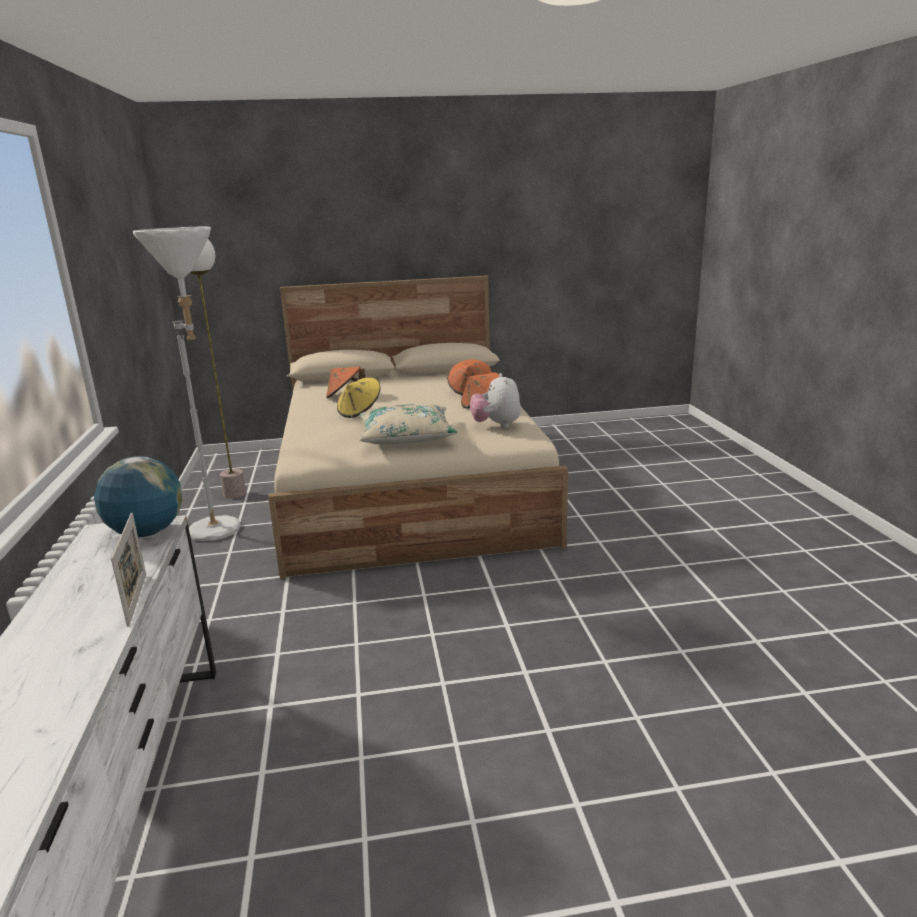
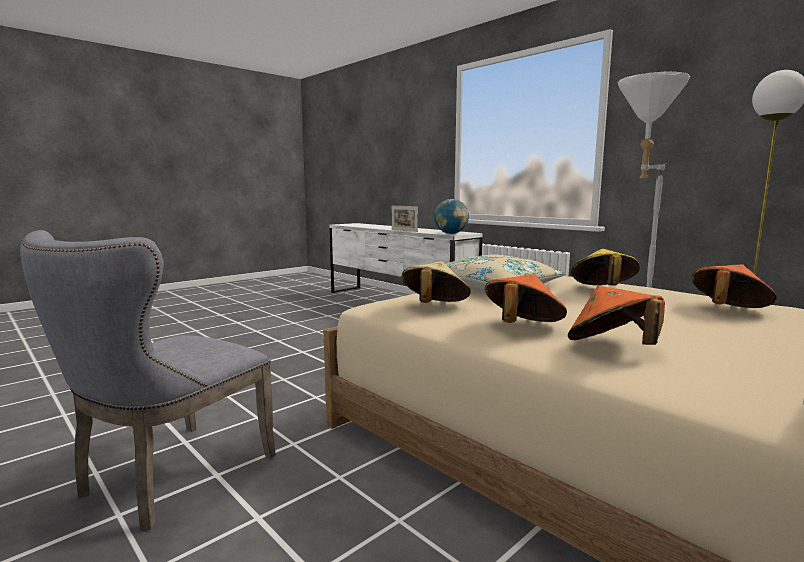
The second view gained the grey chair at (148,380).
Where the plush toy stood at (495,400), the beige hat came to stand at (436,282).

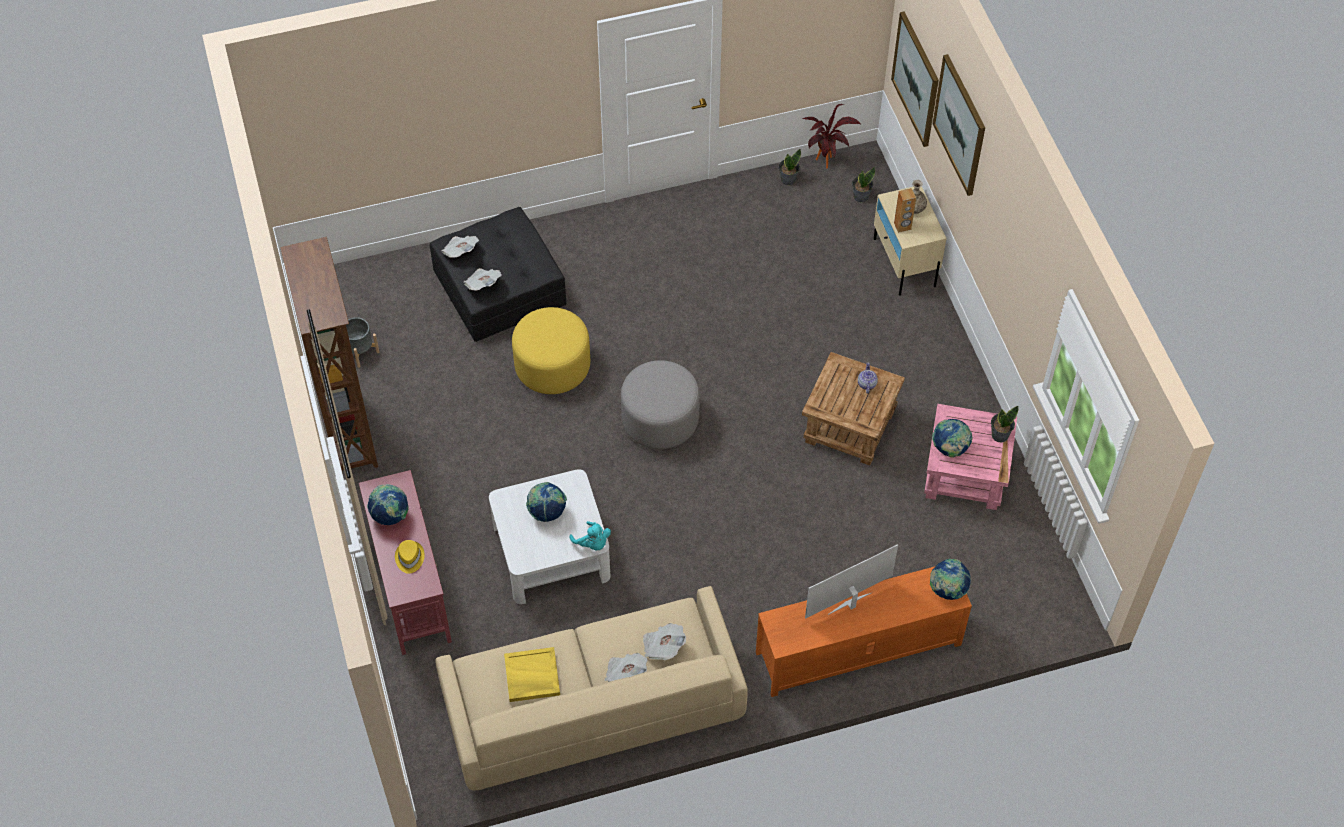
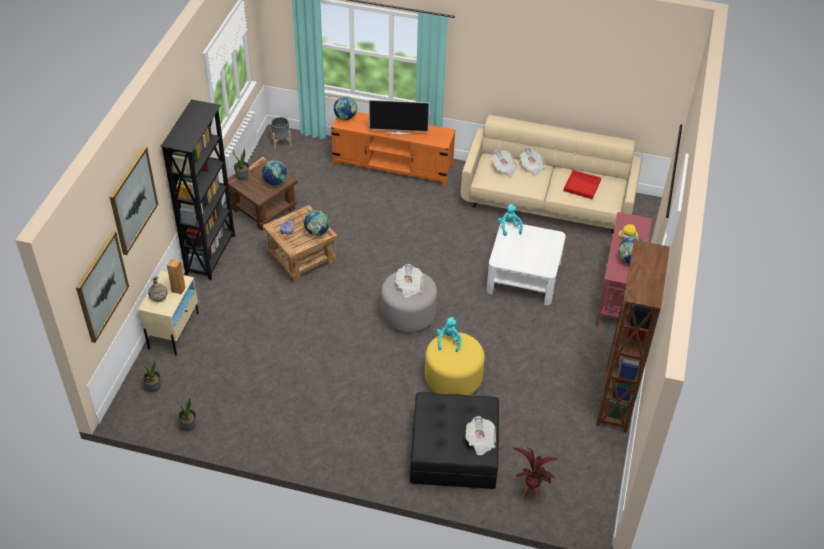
The second view gained the black bookcase at (197,189).
The second view gained the turquoise plush toy at (449,334).
The grey planter ended up elsewhere, having gone from (362,342) to (280,133).
The newspaper ended up elsewhere, having gone from (483,279) to (409,281).
The globe ended up elsewhere, having gone from (546,502) to (317,223).
The potted plant ended up elsewhere, having gone from (832,136) to (536,473).
What was the yellow tray at (532,674) turned into the red tray at (582,184).
What was the pink side table at (970,457) turned into the brown side table at (263,194).

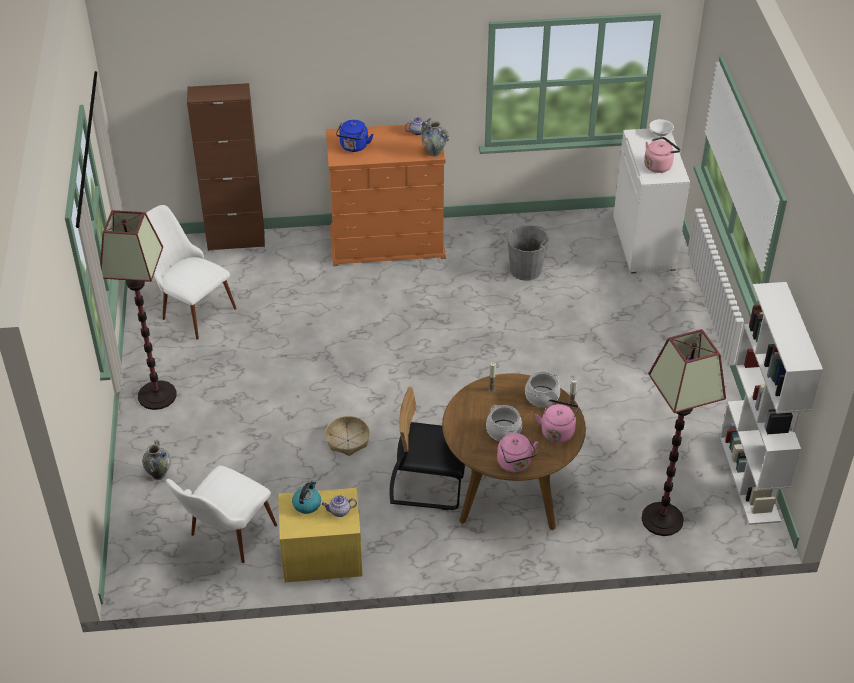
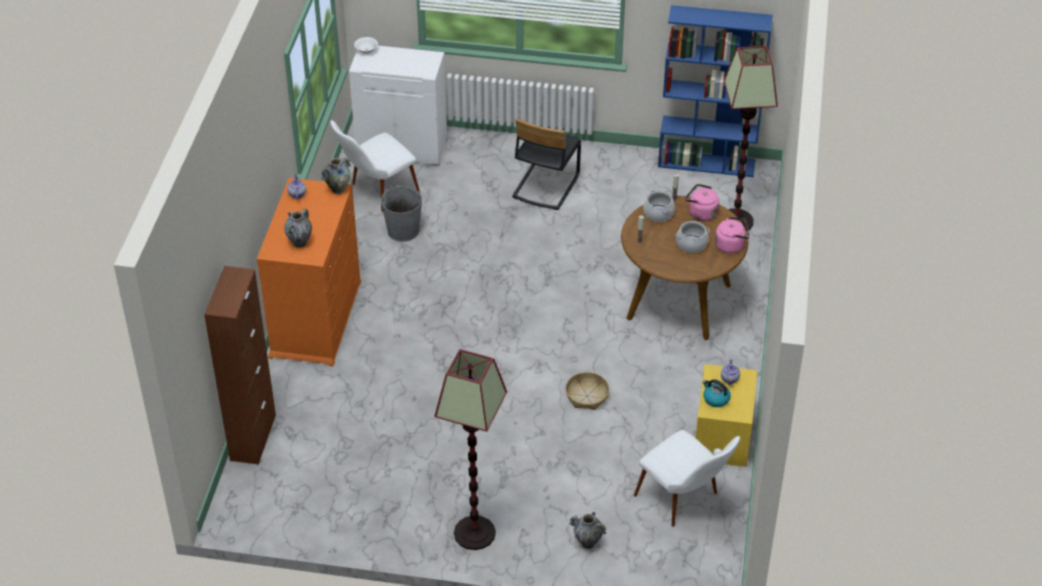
The second view lost the pink kettle at (662,155).
The white chair ended up elsewhere, having gone from (191,272) to (375,166).
The black chair ended up elsewhere, having gone from (427,448) to (546,164).
Where the blue kettle stood at (354,136), the vase came to stand at (298,228).
What was the white bookcase at (771,403) turned into the blue bookcase at (715,91).

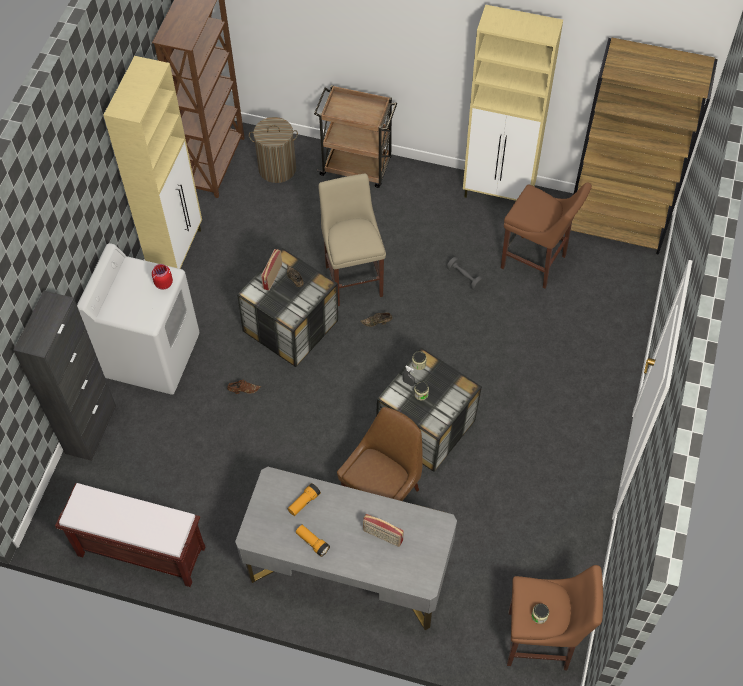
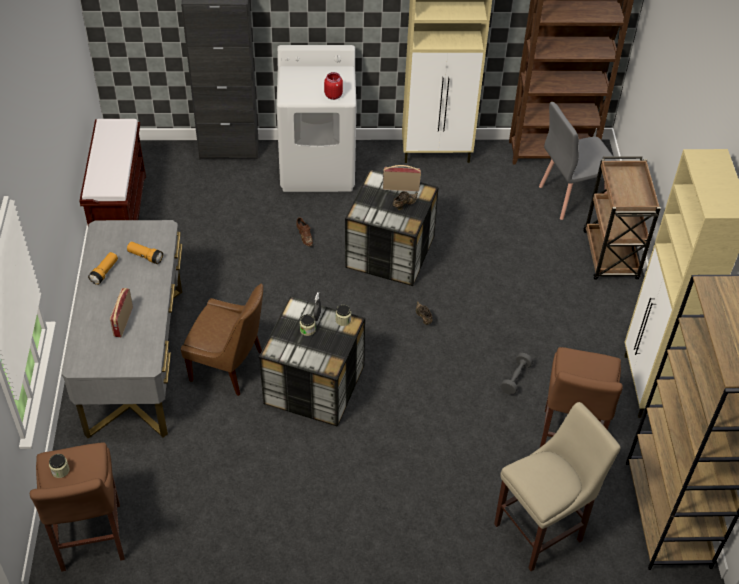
The beige stool ended up elsewhere, having gone from (352,240) to (557,486).
Where the laundry basket stood at (273,150), the grey chair came to stand at (577,161).

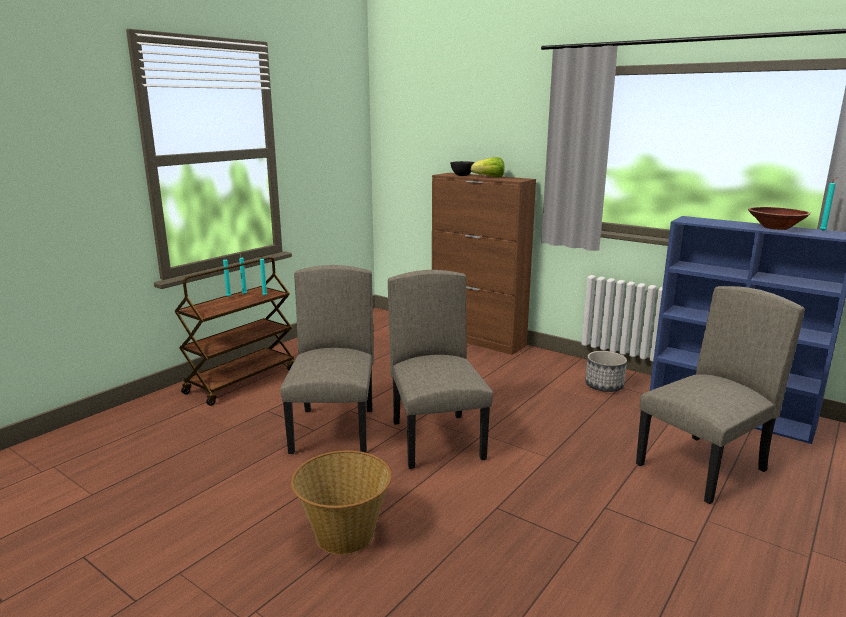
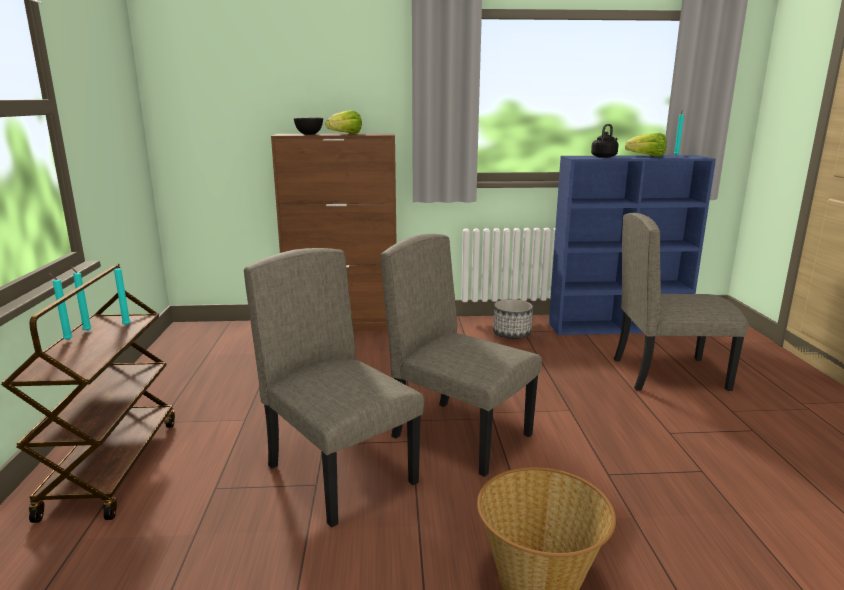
The second view gained the black kettle at (604,141).
Where the brown bowl stood at (779,218), the lettuce came to stand at (646,145).
The beige chair at (720,395) ended up facing another way, 105 degrees counterclockwise from before.

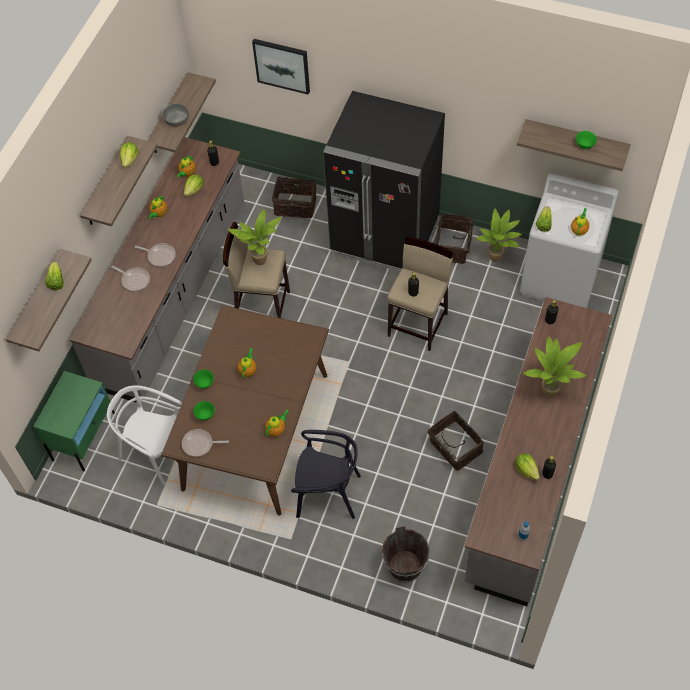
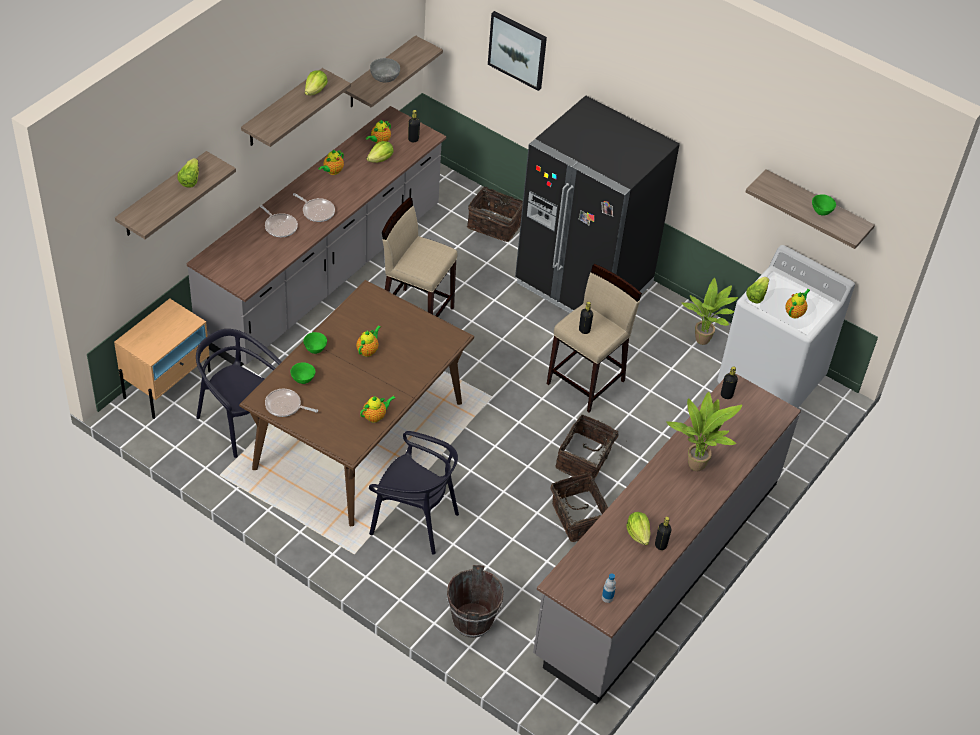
The second view lost the potted plant at (254,237).
The basket ended up elsewhere, having gone from (458,238) to (588,446).
What was the green nightstand at (74,421) turned into the beige nightstand at (162,359).
What was the white chair at (144,435) turned into the black chair at (239,393).

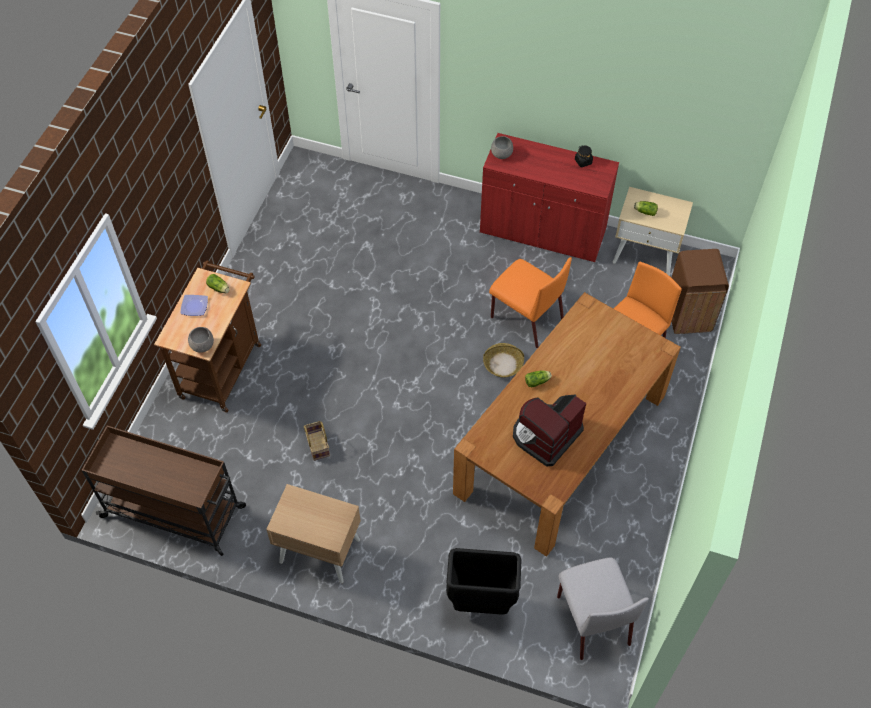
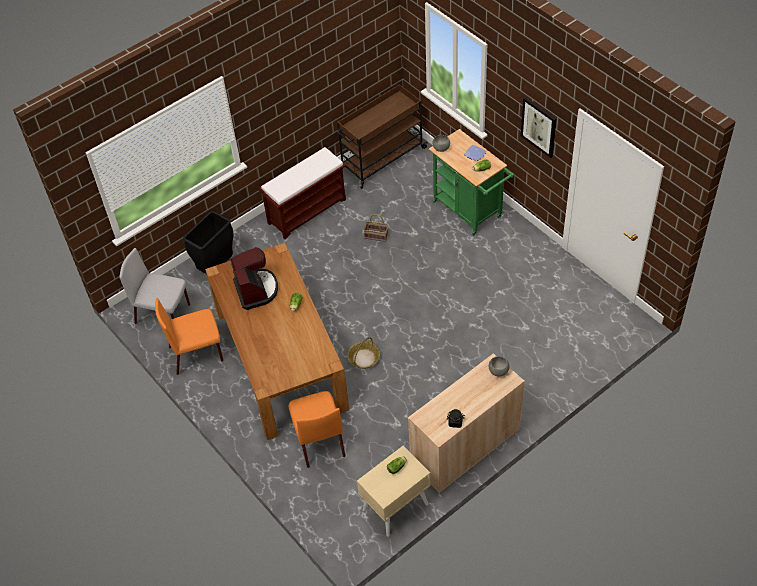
The second view lost the brown trash can at (700,291).
The second view gained the picture at (538,127).
The orange chair ended up elsewhere, having gone from (530,302) to (189,336).
Where the beige nightstand stood at (313,533), the brown bench came to stand at (302,193).
What was the brown cart at (207,336) turned into the green cart at (471,182).
What was the red cabinet at (549,197) turned into the beige cabinet at (466,423).

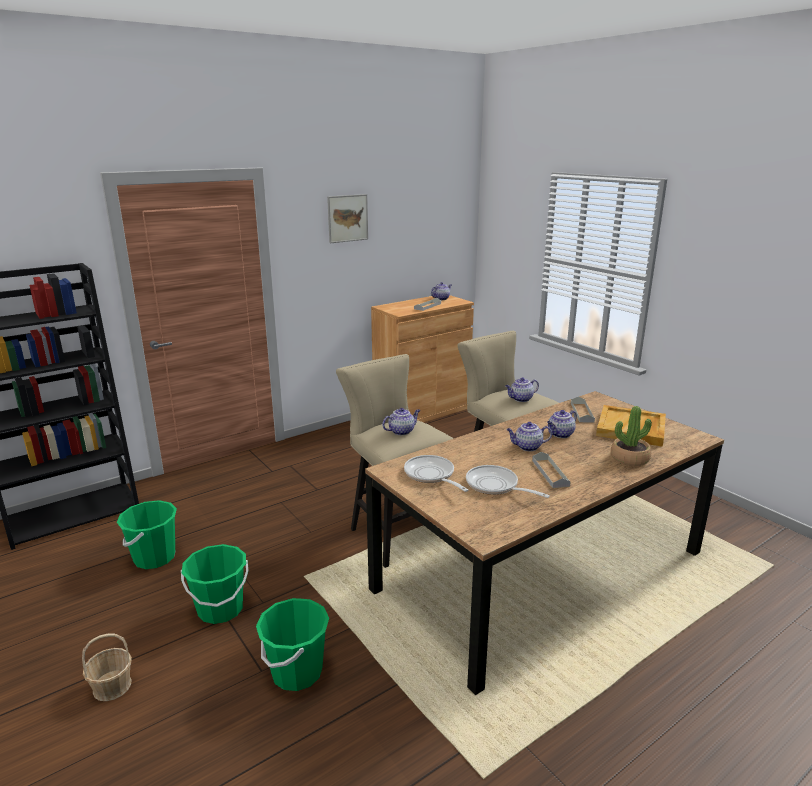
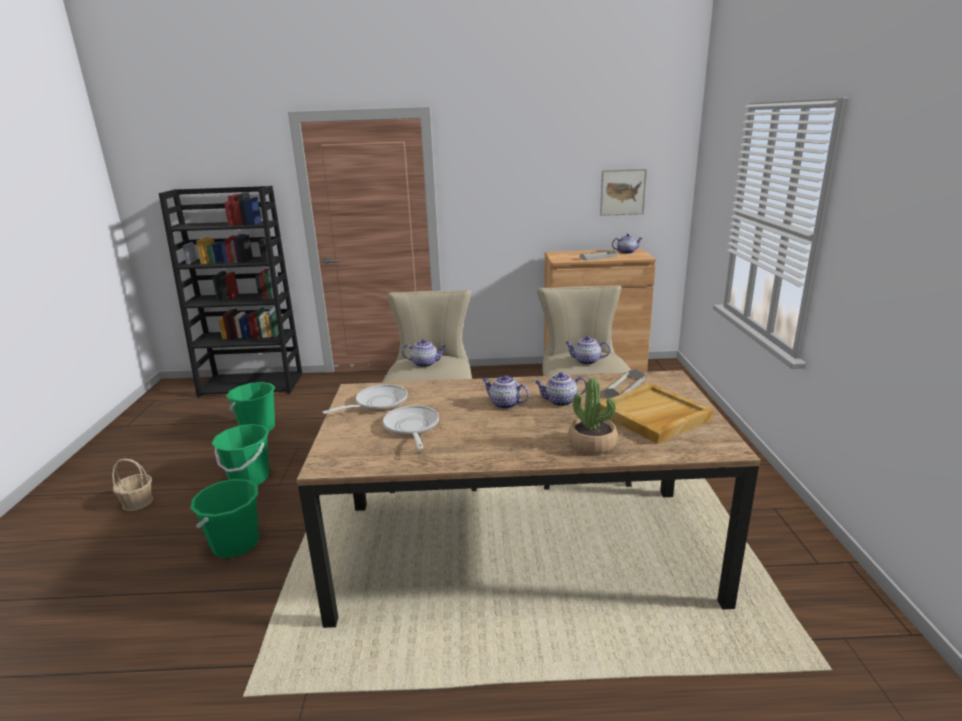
The second view lost the grey tray at (551,470).
The picture ended up elsewhere, having gone from (347,218) to (623,192).
The frying pan at (436,473) ended up facing another way, 45 degrees clockwise from before.

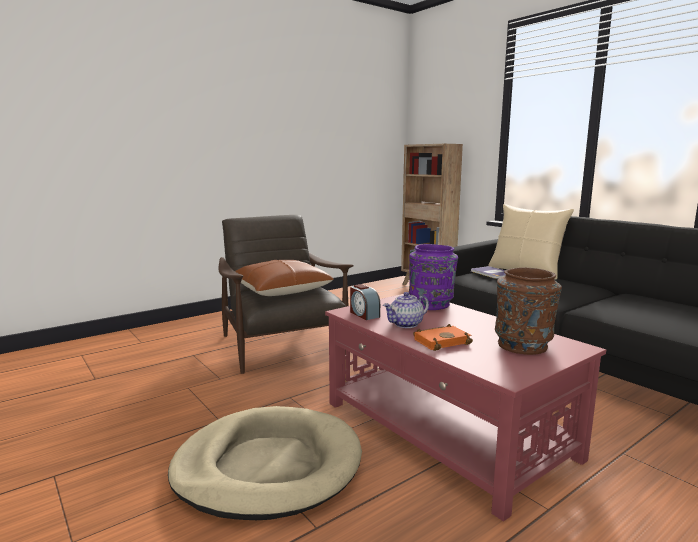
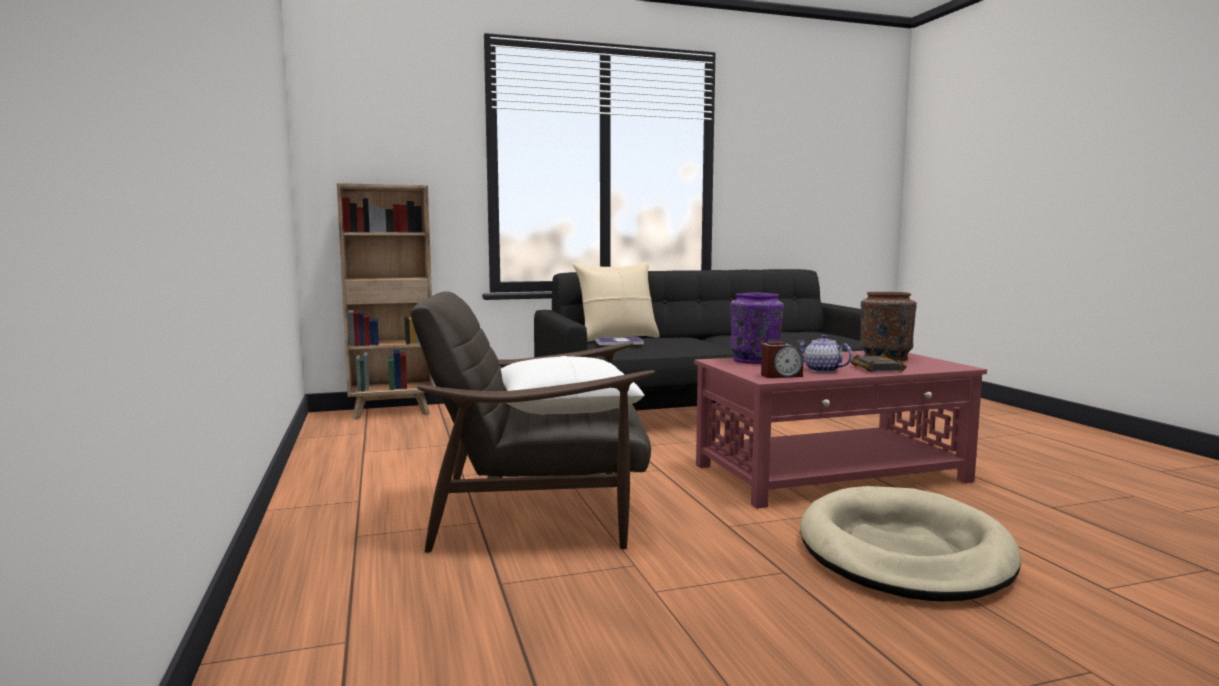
What was the brown pillow at (284,278) turned into the white pillow at (572,385).
What was the orange book at (443,337) turned into the black book at (879,363).
The teapot at (406,310) ended up facing another way, 150 degrees clockwise from before.

